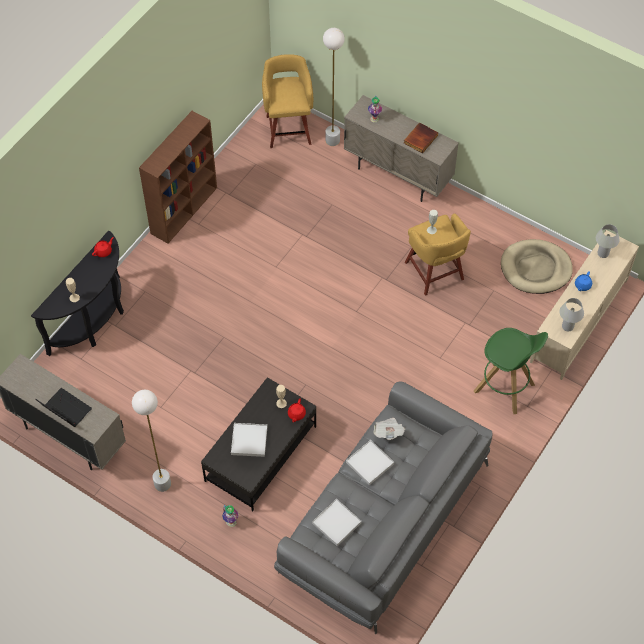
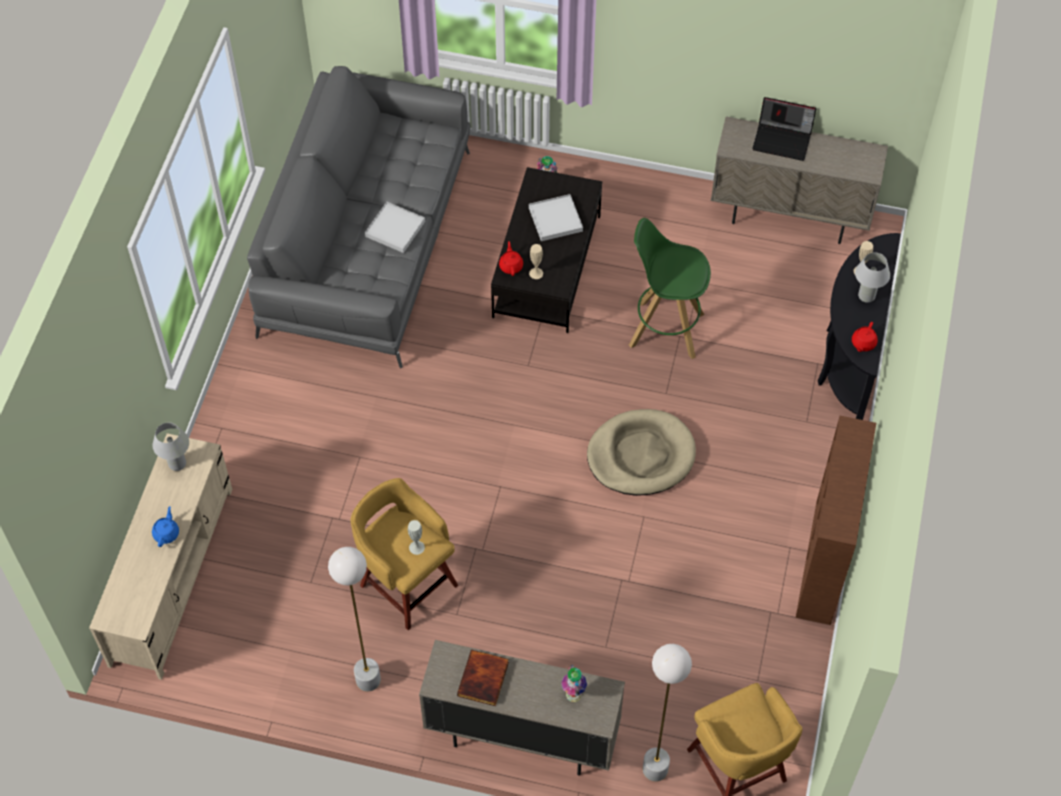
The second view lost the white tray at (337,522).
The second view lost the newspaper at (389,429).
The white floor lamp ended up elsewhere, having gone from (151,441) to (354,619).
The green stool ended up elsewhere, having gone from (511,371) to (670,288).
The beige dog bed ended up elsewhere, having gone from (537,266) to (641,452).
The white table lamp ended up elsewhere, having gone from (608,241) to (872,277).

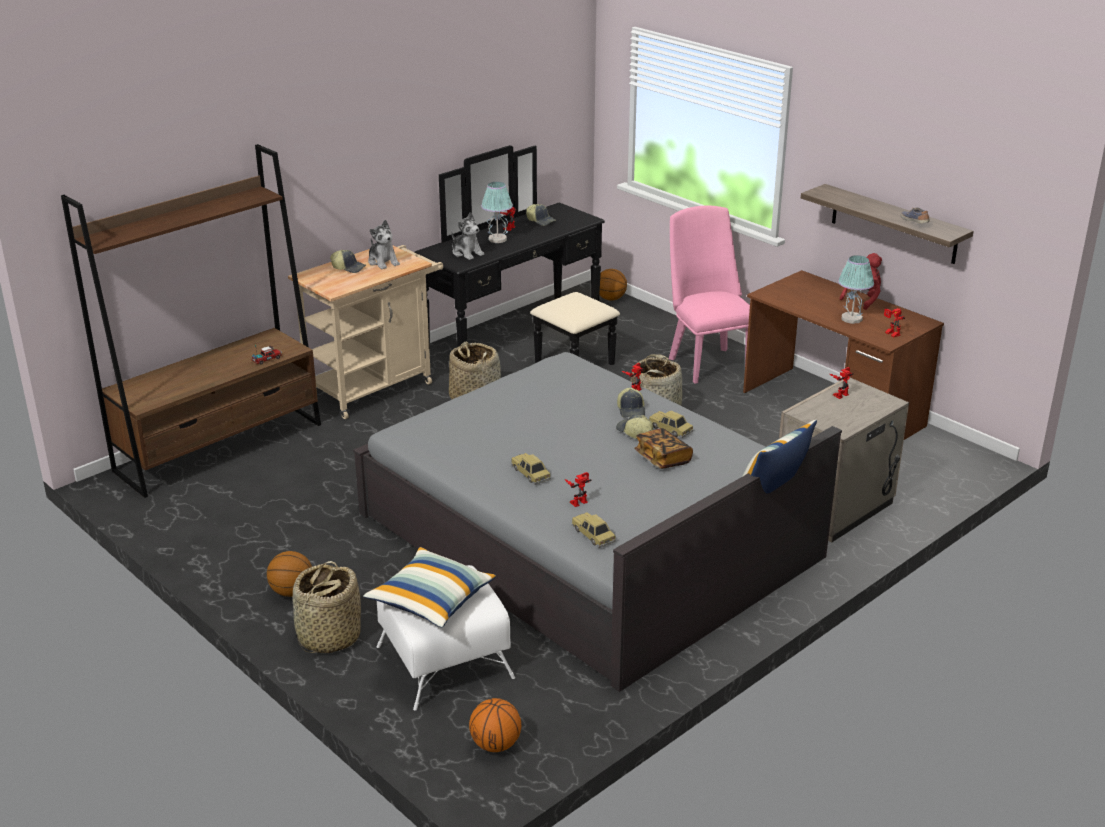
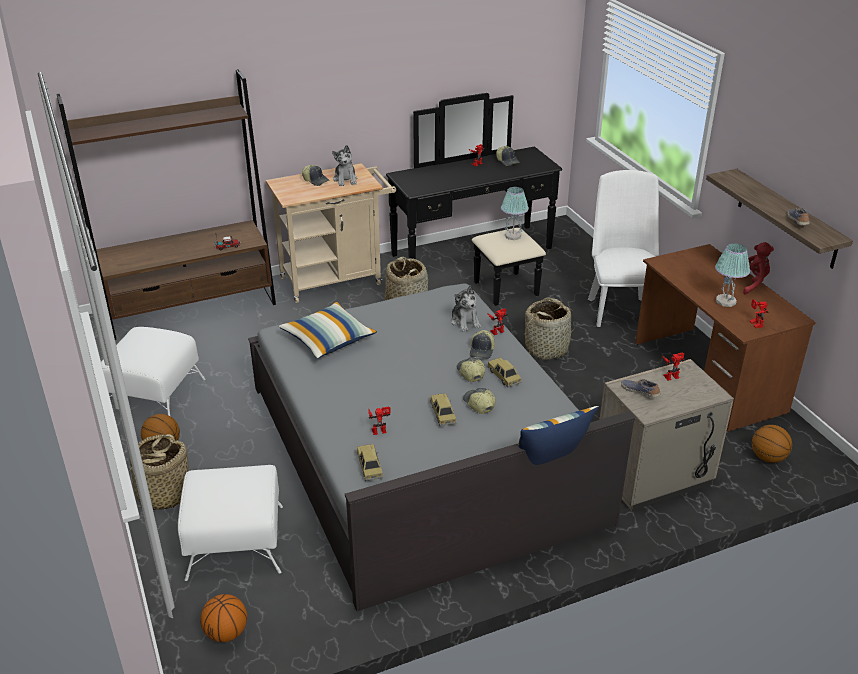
The second view gained the white ottoman at (153,371).
The second view gained the shoe at (640,388).
The pillow ended up elsewhere, having gone from (430,587) to (328,330).
The plush toy ended up elsewhere, having gone from (467,236) to (466,308).
The table lamp ended up elsewhere, having gone from (497,212) to (515,213).
The toy car ended up elsewhere, having gone from (531,469) to (443,409).
The basketball ended up elsewhere, having gone from (613,285) to (772,444).
Where the book stood at (663,448), the cap came to stand at (479,401).
What was the pink chair at (709,295) turned into the white chair at (623,248).

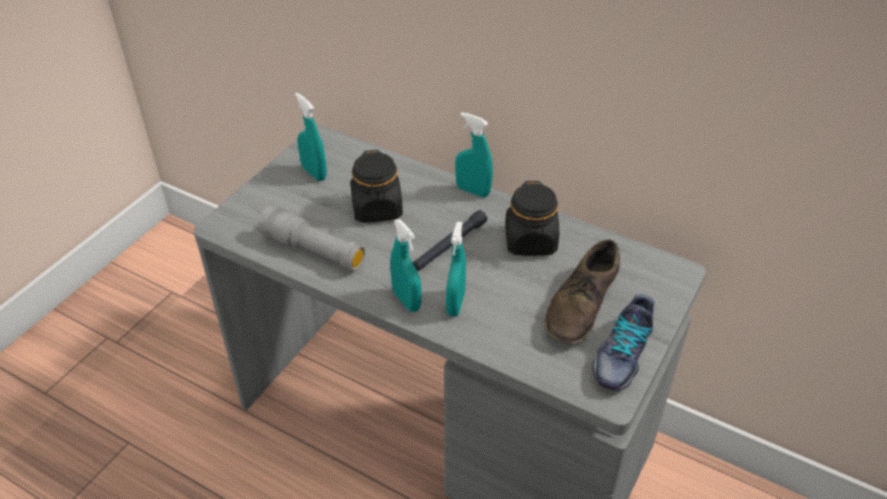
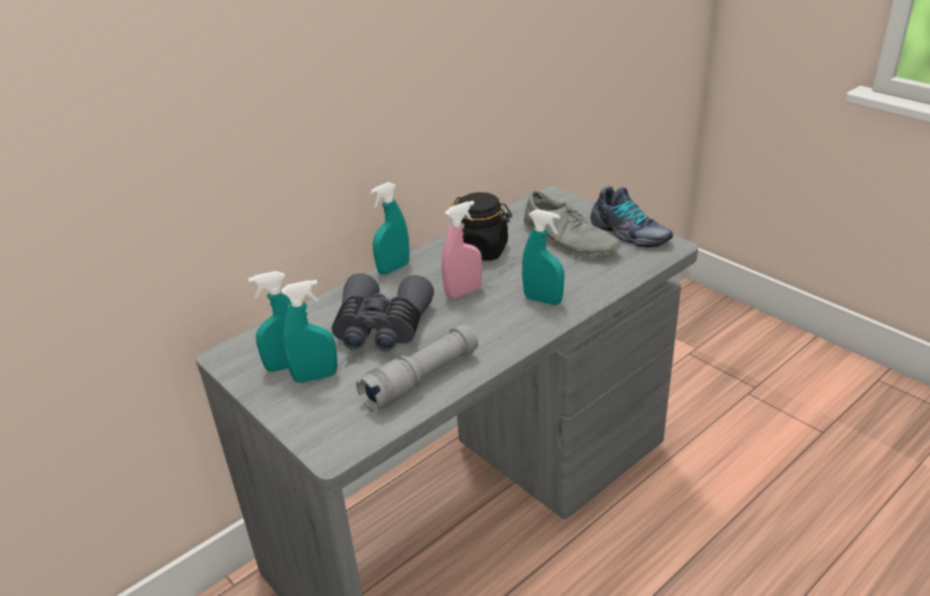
The turquoise spray bottle ended up elsewhere, having gone from (405,265) to (309,331).
Where the black jar stood at (376,186), the grey binoculars came to stand at (383,312).
Where the black flashlight stood at (450,240), the pink spray bottle came to stand at (462,250).
What was the brown shoe at (582,292) turned into the grey shoe at (572,224).

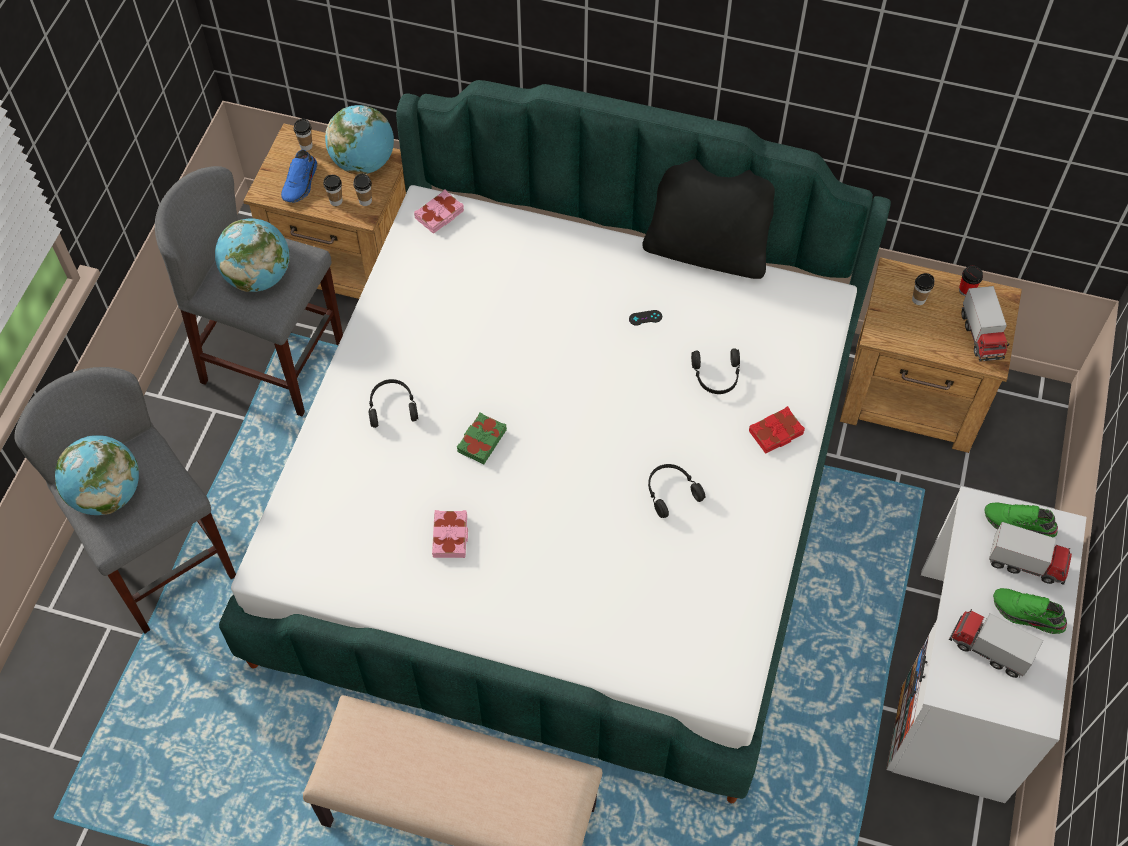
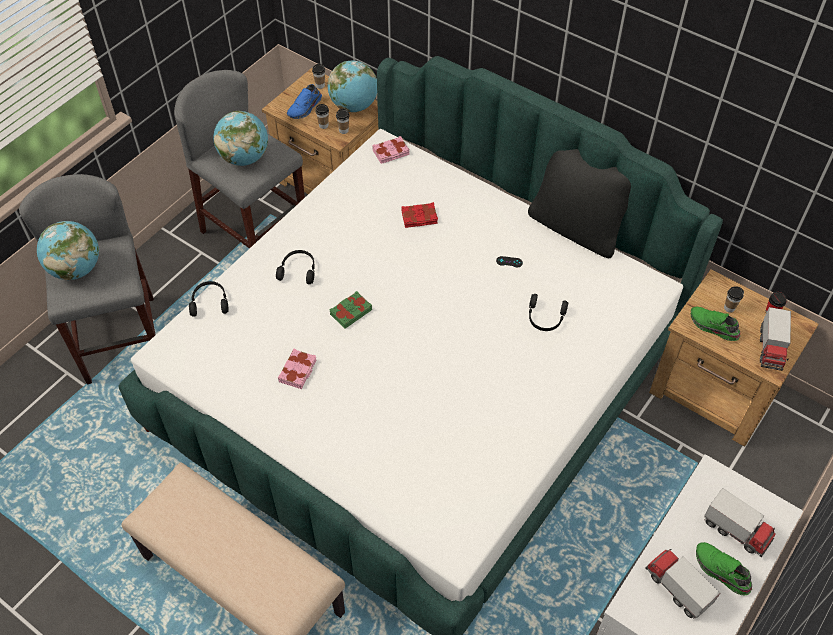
The black headphones ended up elsewhere, having gone from (676,491) to (209,299).
The red book ended up elsewhere, having gone from (777,430) to (419,215).
The green shoe ended up elsewhere, having gone from (1021,520) to (715,324).

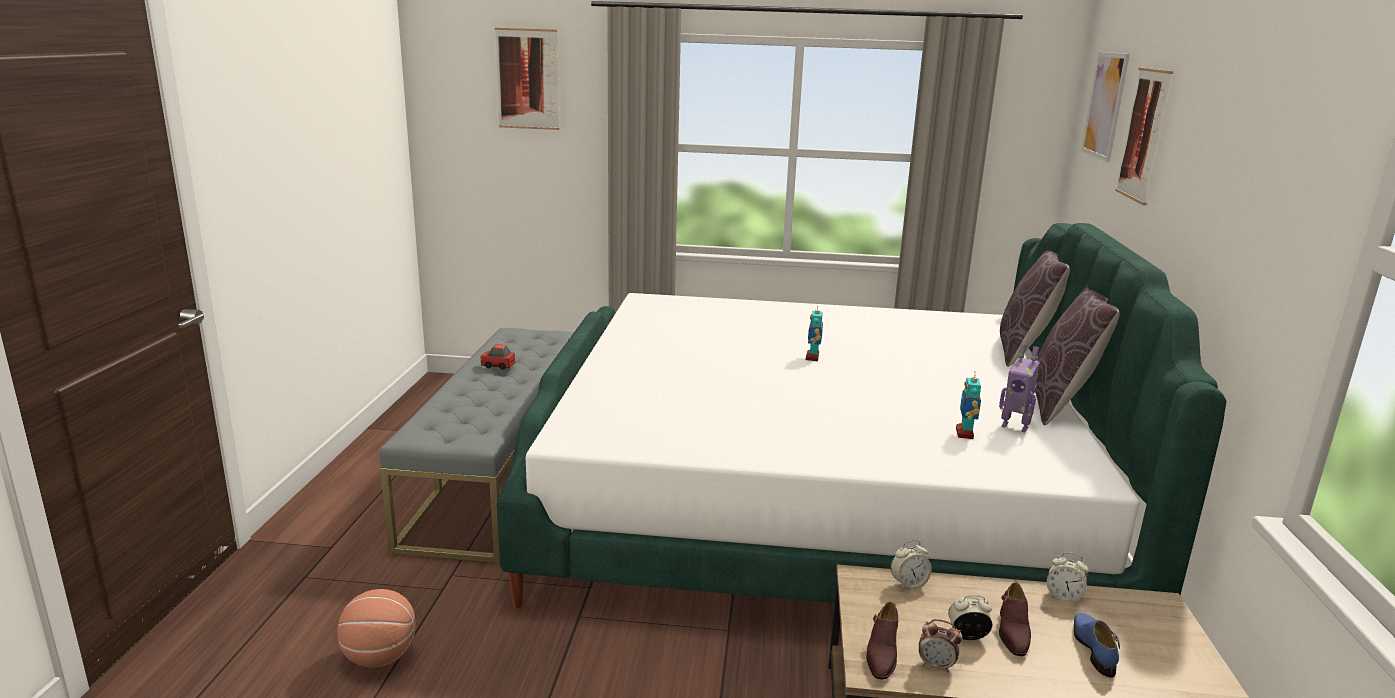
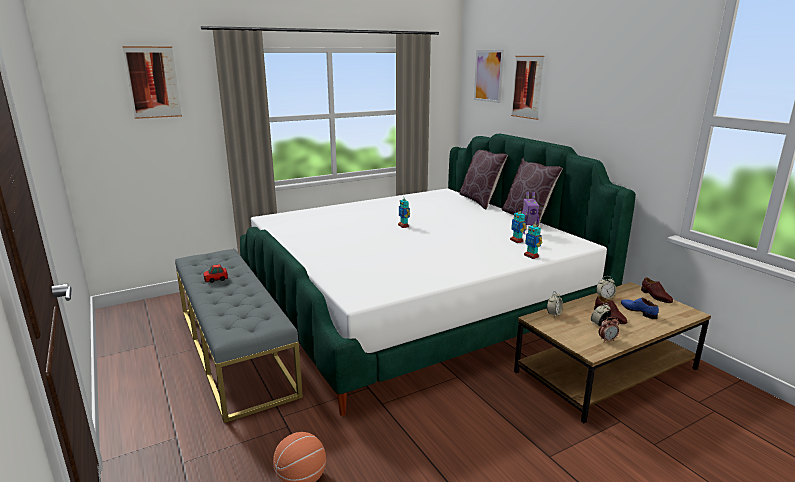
The second view gained the toy robot at (533,240).
The brown shoe ended up elsewhere, having gone from (882,640) to (657,290).

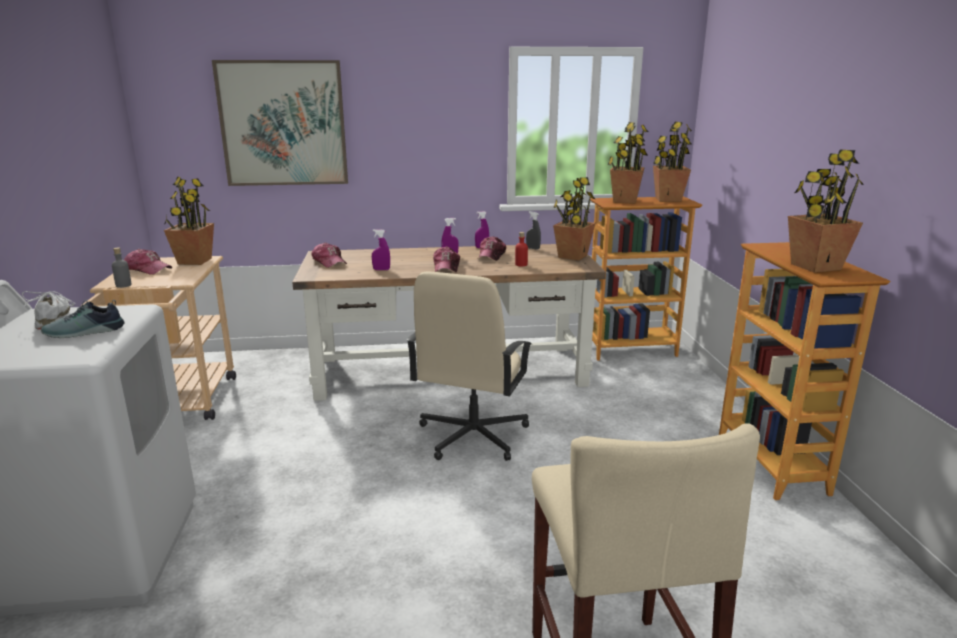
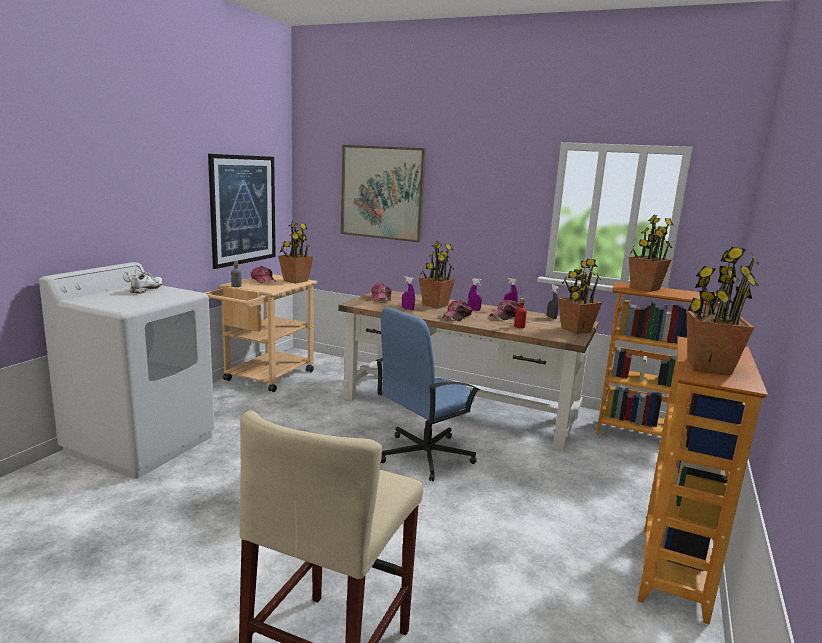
The second view lost the shoe at (83,319).
The second view gained the picture at (242,211).
The potted plant ended up elsewhere, having gone from (672,162) to (437,275).
What was the beige office chair at (469,366) turned into the blue office chair at (428,394).

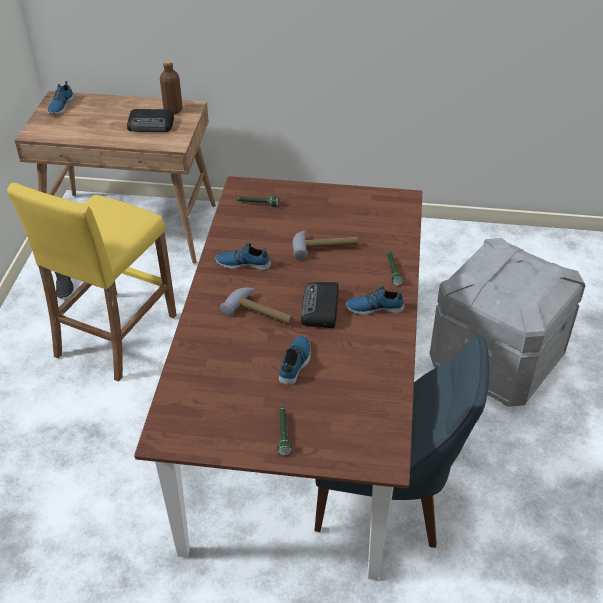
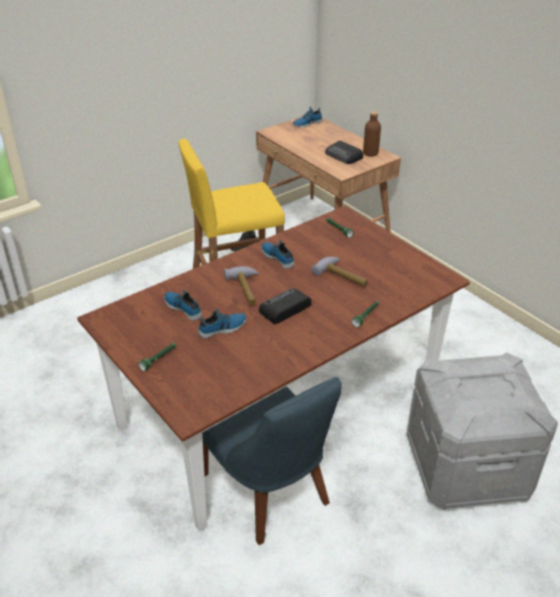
The shoe ended up elsewhere, having gone from (375,300) to (183,305).

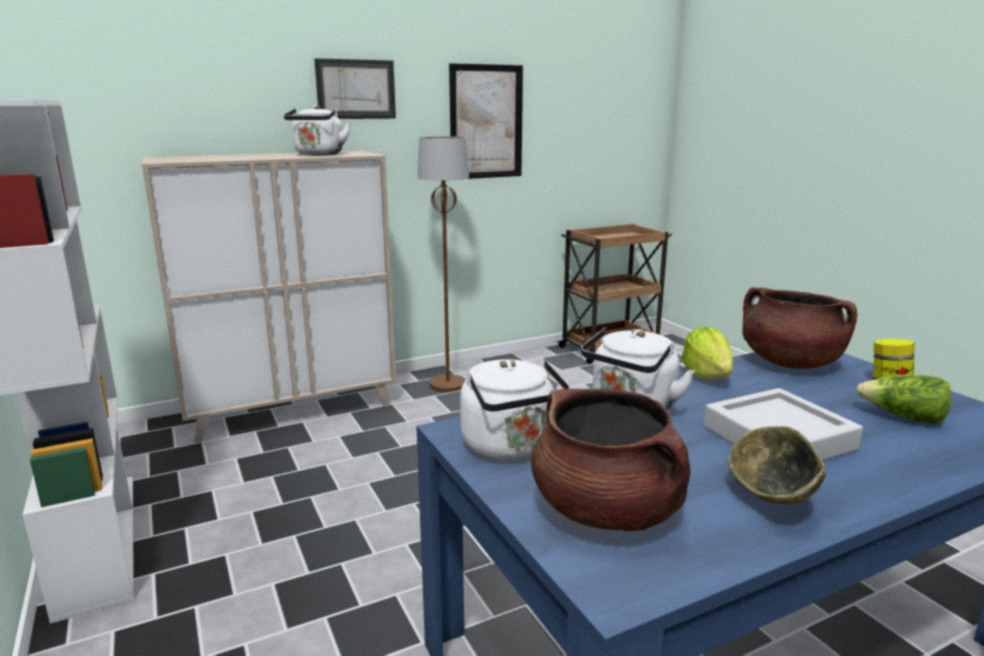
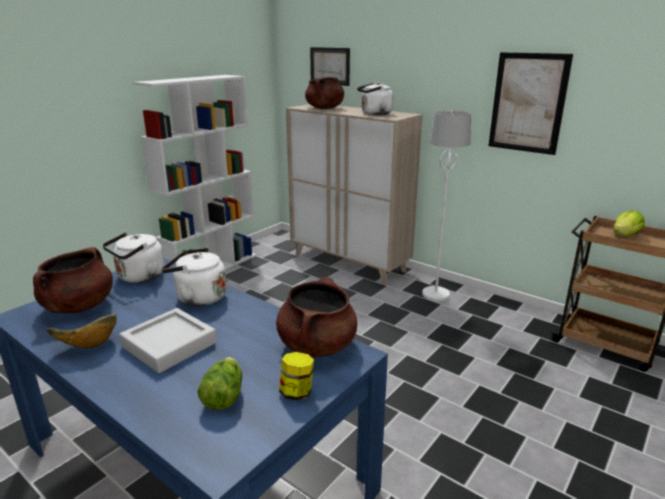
The second view gained the brown cooking pot at (324,93).
The picture ended up elsewhere, having gone from (355,88) to (330,66).
The lettuce ended up elsewhere, having gone from (707,353) to (629,223).
What was the brown floor lamp at (443,264) turned into the white floor lamp at (446,205).

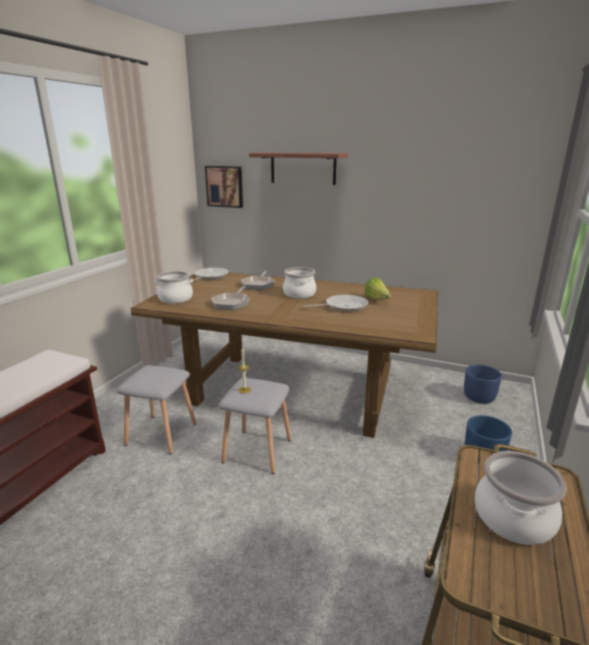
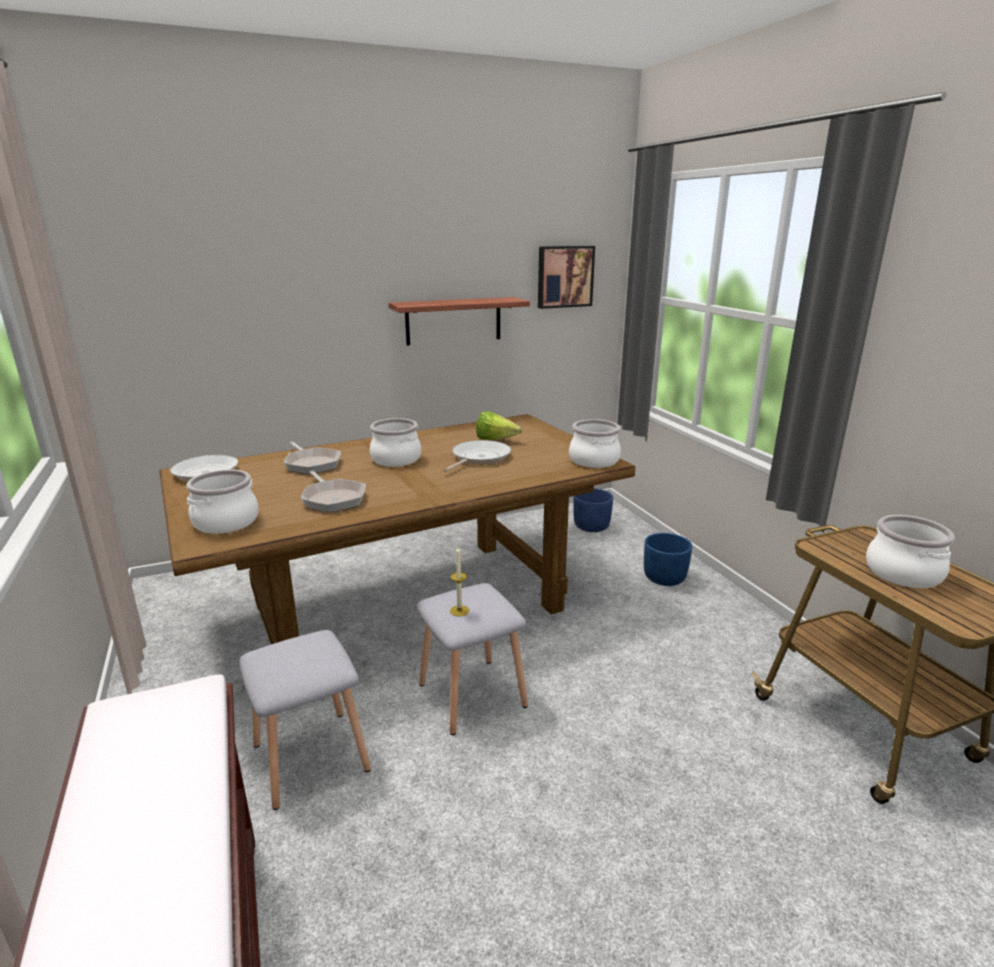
The second view gained the cooking pot at (595,443).
The picture ended up elsewhere, having gone from (224,187) to (566,277).
The shelf ended up elsewhere, having gone from (298,169) to (459,321).

